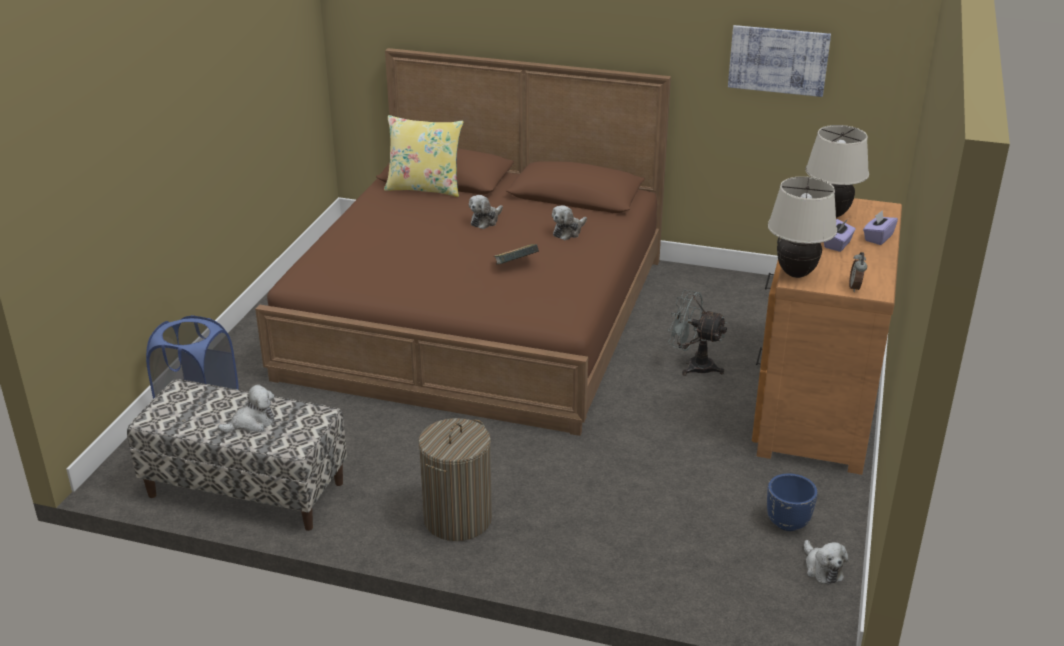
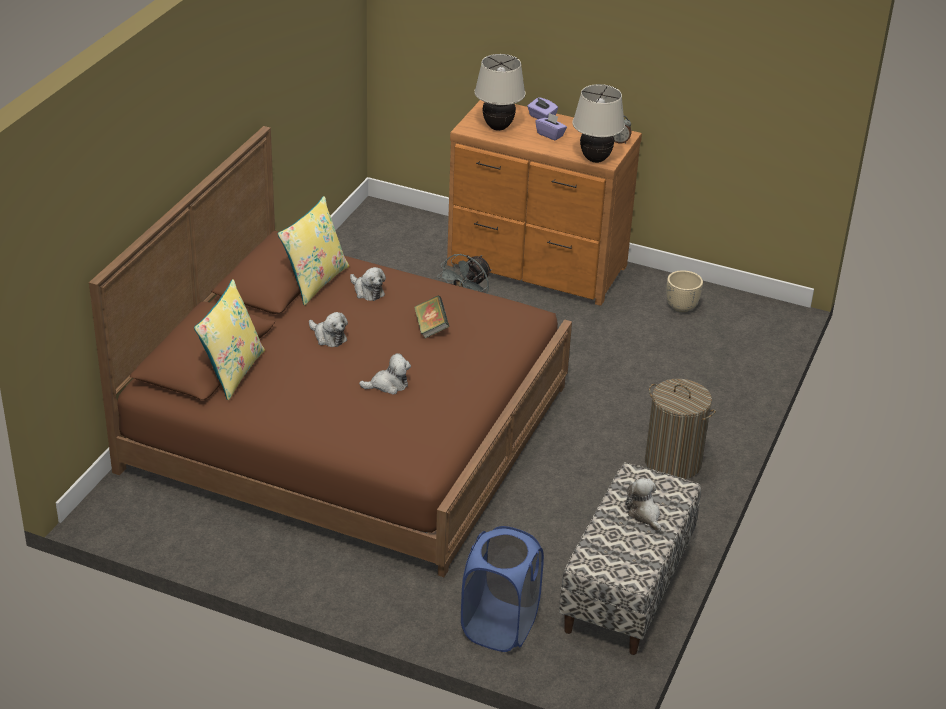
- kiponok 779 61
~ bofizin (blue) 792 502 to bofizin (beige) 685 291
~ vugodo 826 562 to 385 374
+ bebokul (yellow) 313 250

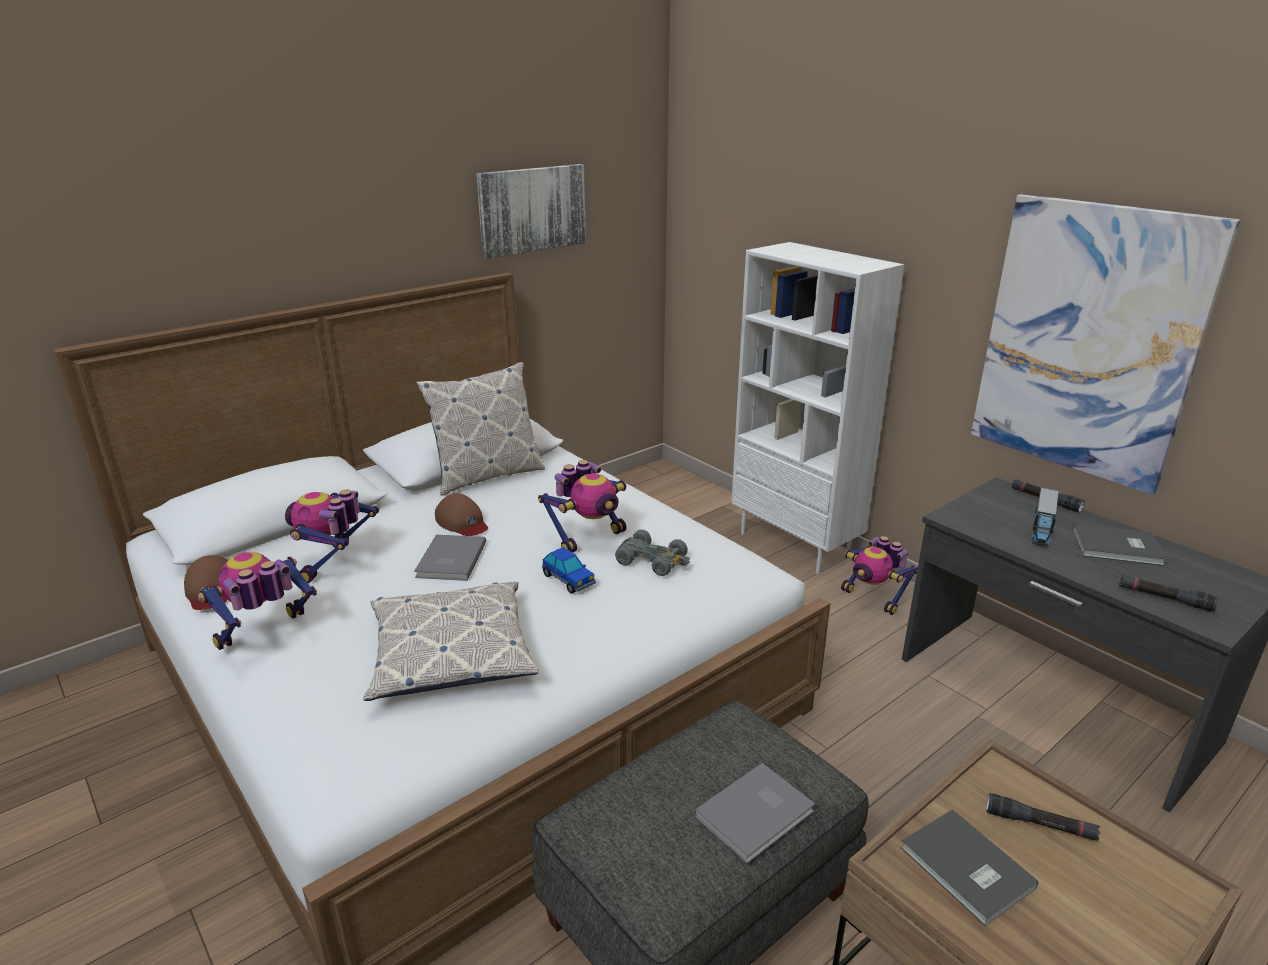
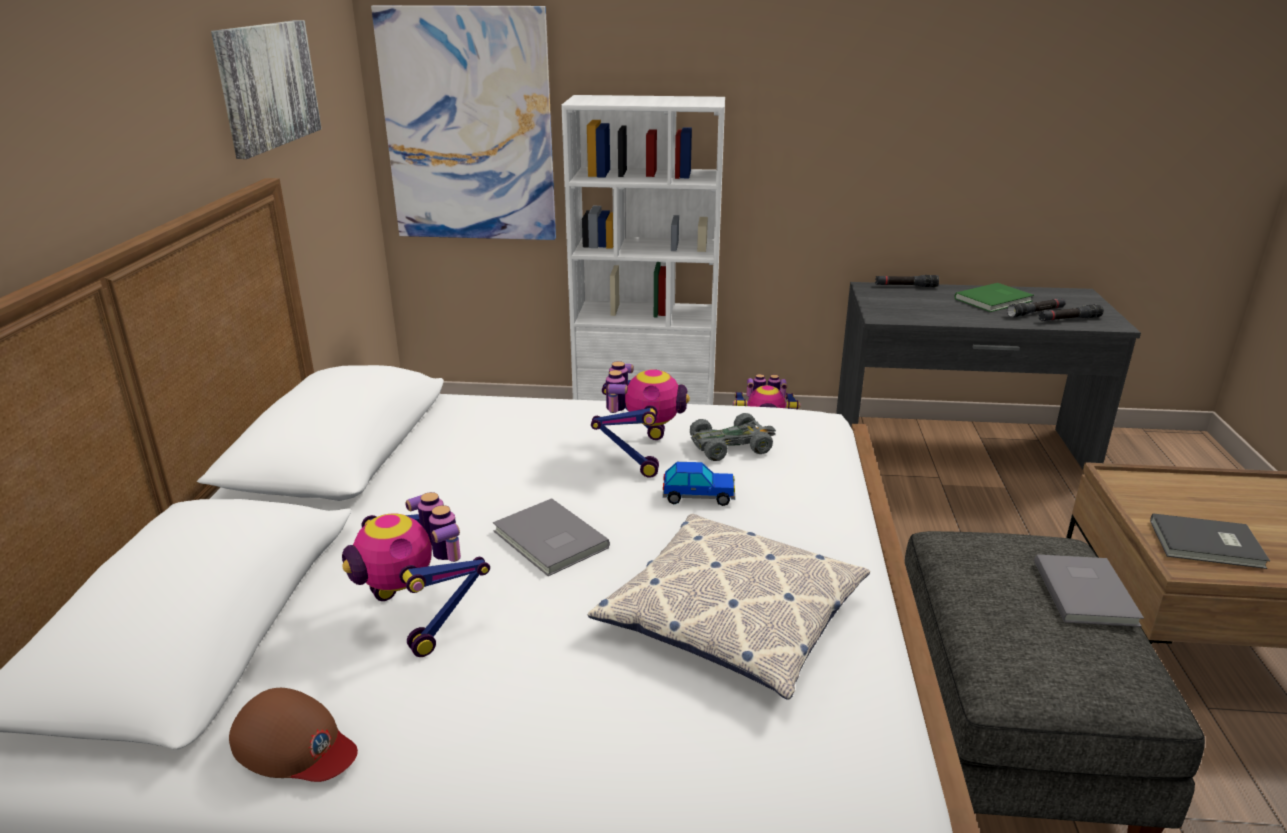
~ kiponok 1106 344 to 463 122
- bebokul 480 429
- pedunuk 1045 517
- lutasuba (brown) 461 514
~ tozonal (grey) 1120 544 to tozonal (green) 994 297
- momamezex 257 601
~ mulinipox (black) 1043 817 to 1036 307

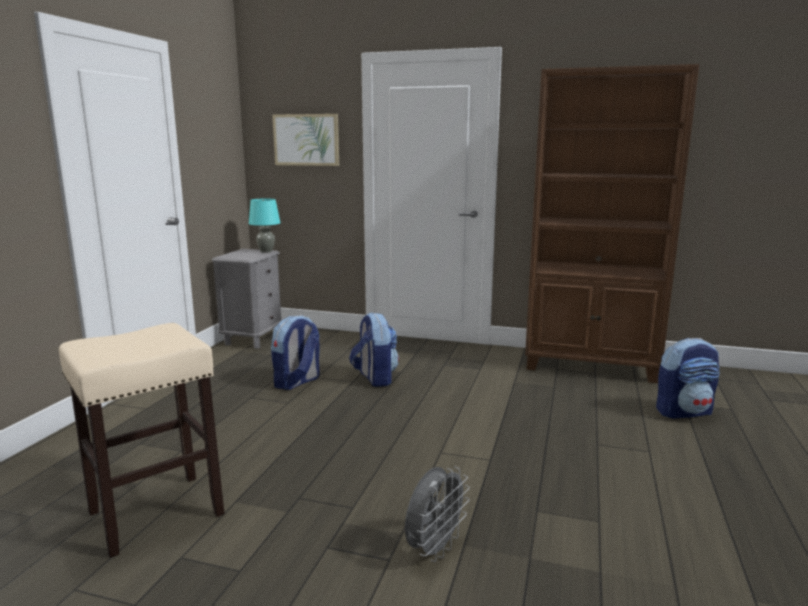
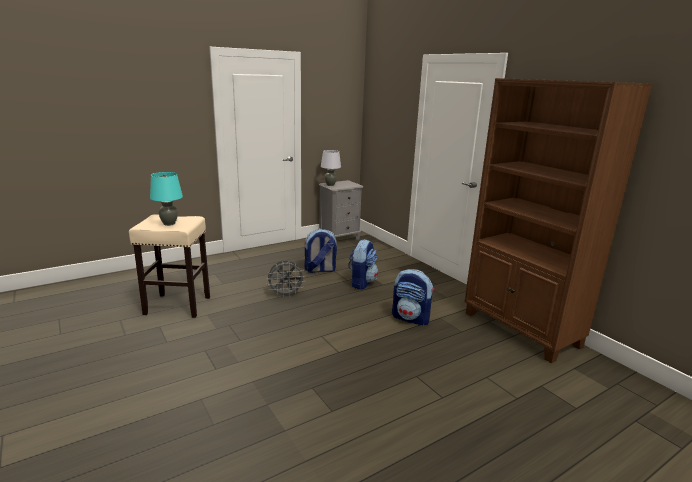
- kiponok 305 140
~ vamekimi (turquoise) 265 226 to 166 199
~ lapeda 688 378 to 413 297
~ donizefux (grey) 437 514 to 285 279
+ vamekimi (grey) 331 168

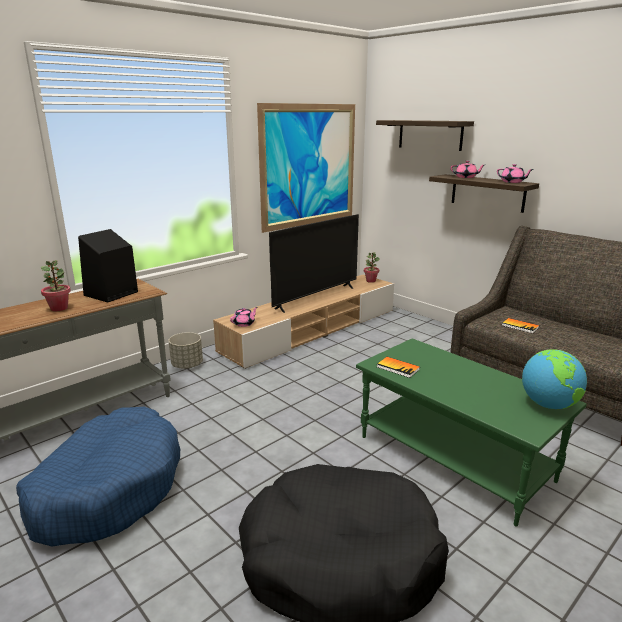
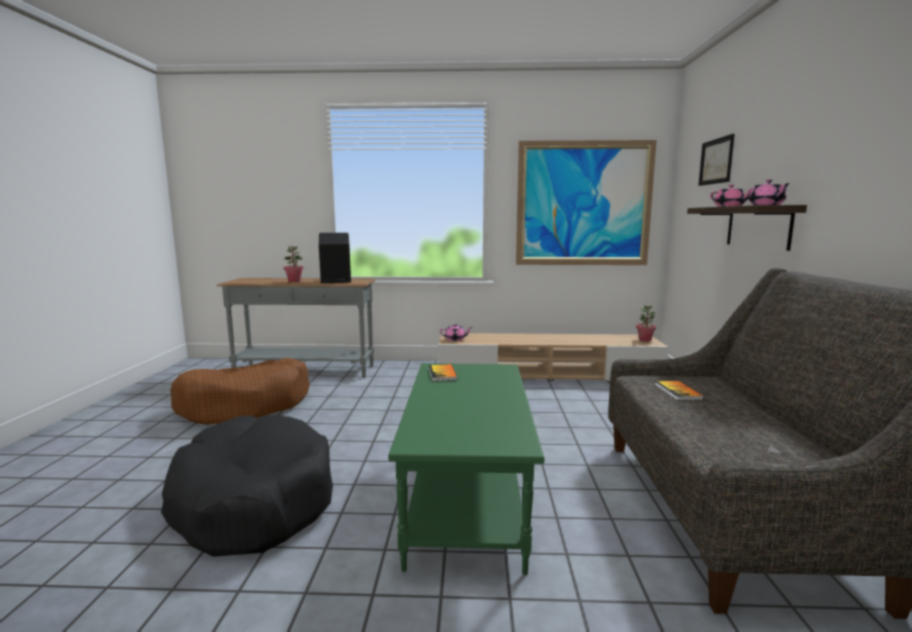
~ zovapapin 425 135 to kiponok 716 160
- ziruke 314 263
- bofizin (grey) 186 350
- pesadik 554 379
~ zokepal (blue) 98 477 to zokepal (brown) 240 391

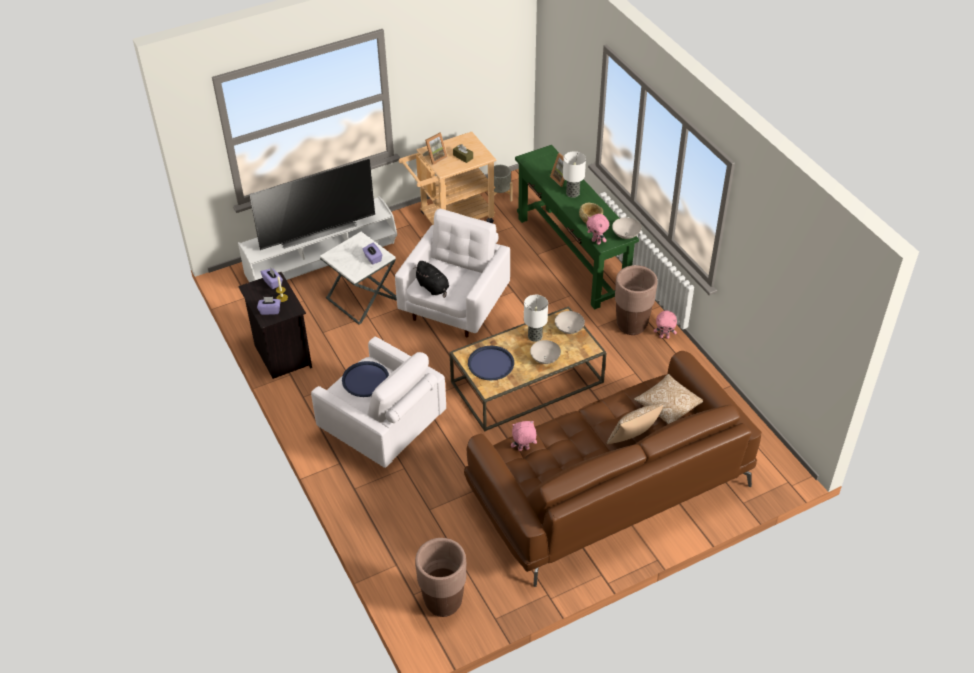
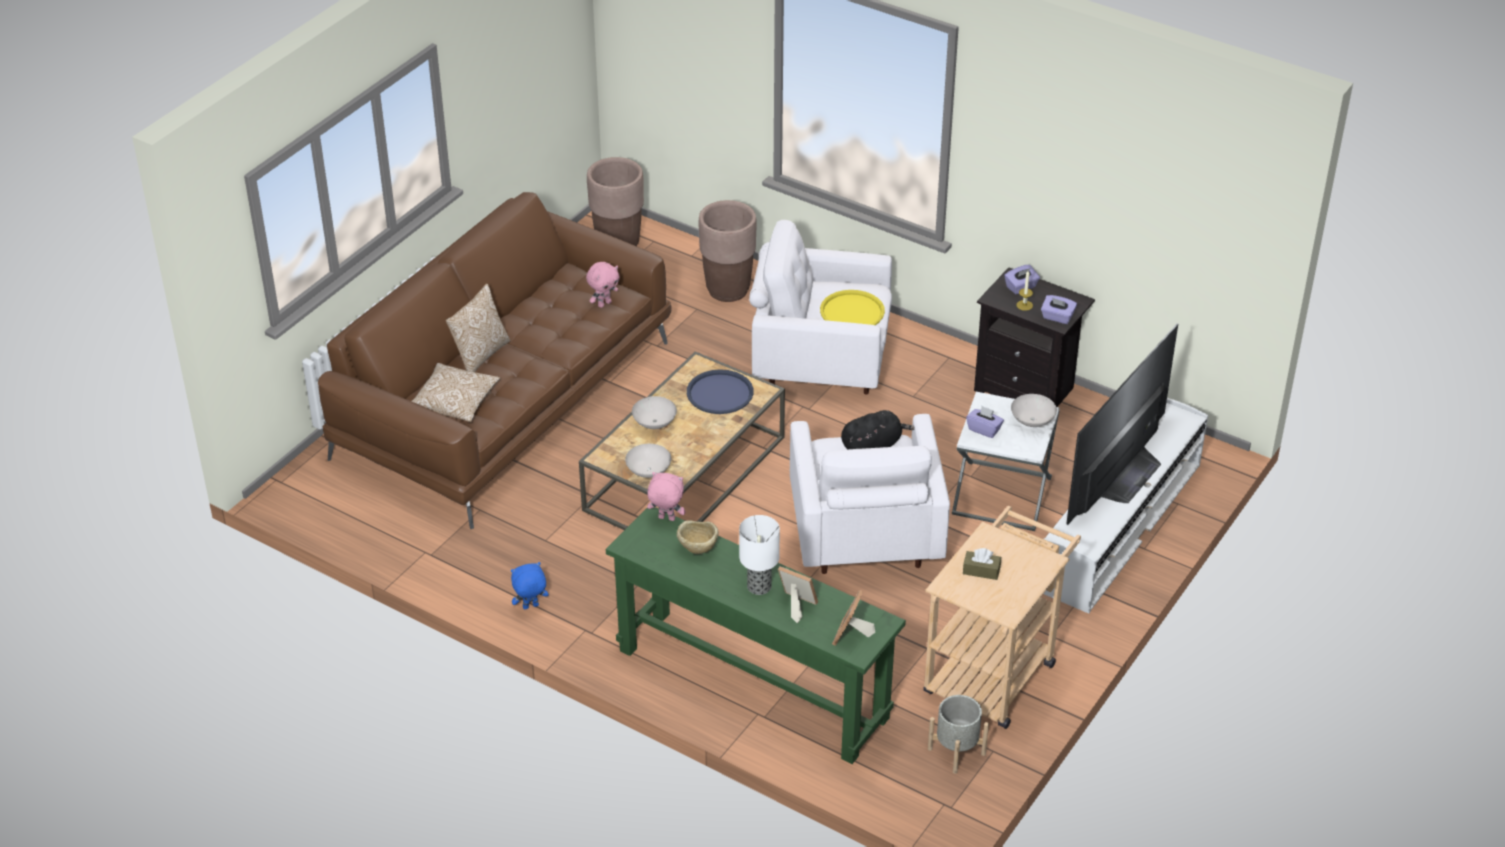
~ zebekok 435 149 to 853 618
~ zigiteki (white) 626 228 to 1034 410
~ vugodo (black) 431 279 = 877 430 135 degrees clockwise
~ bofizin (brown) 636 300 to 728 251
- vamekimi 536 318
~ vugodo (pink) 665 324 to vugodo (blue) 530 586
~ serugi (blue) 365 379 to serugi (yellow) 852 307

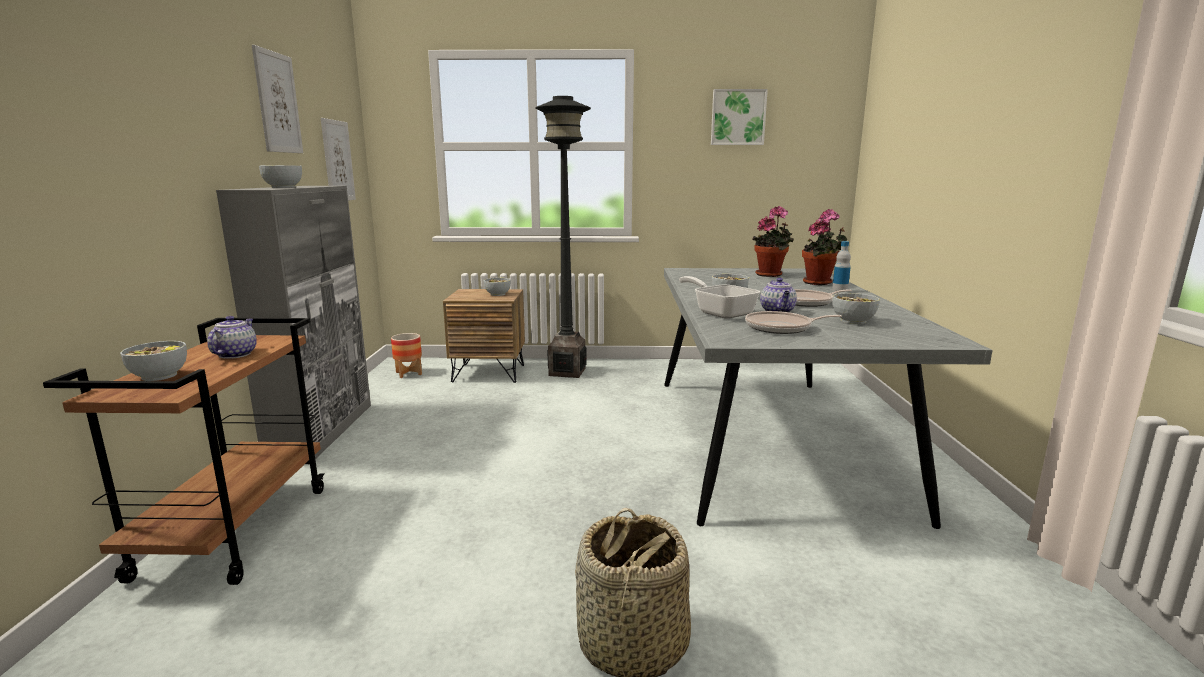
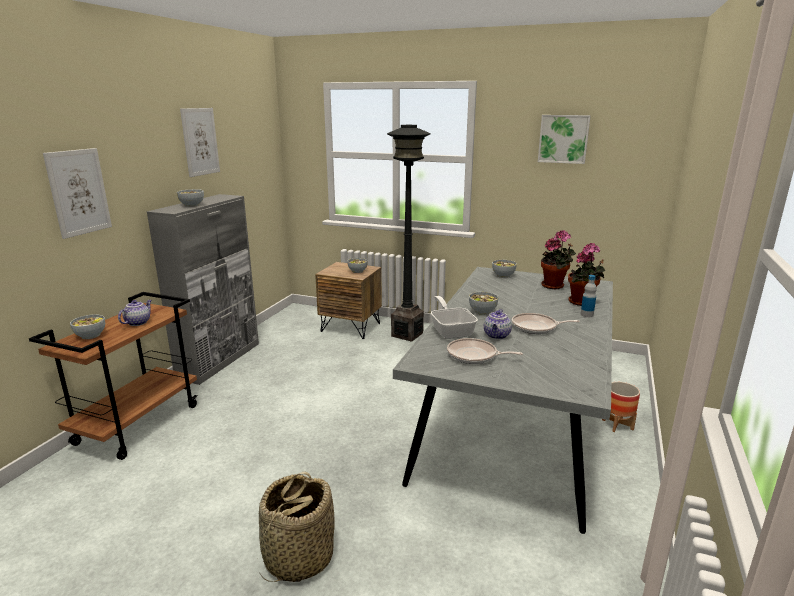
~ kiponok 338 159 to 77 193
~ zigiteki 856 308 to 504 269
~ bofizin 406 355 to 621 407

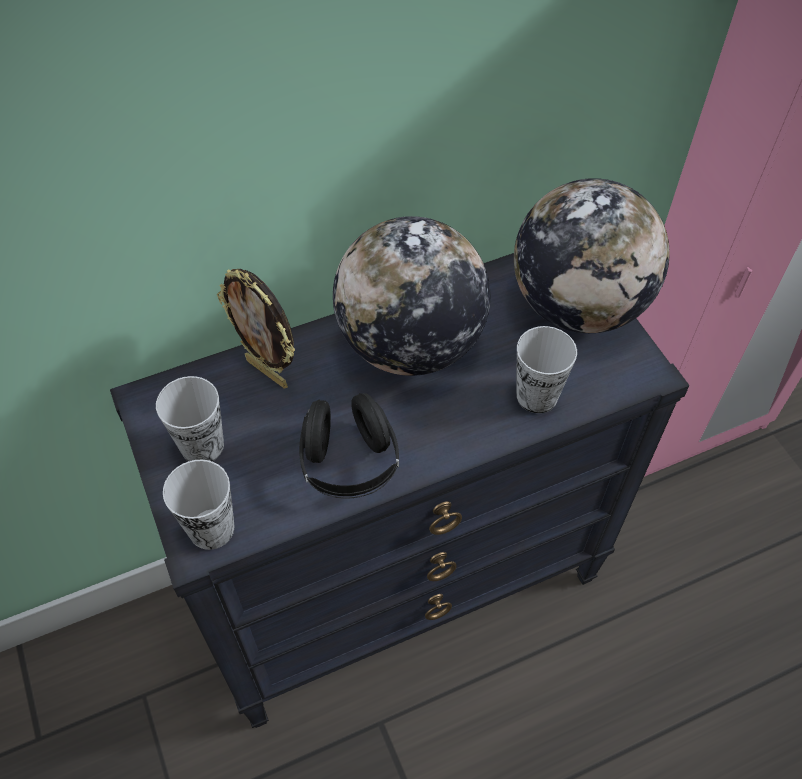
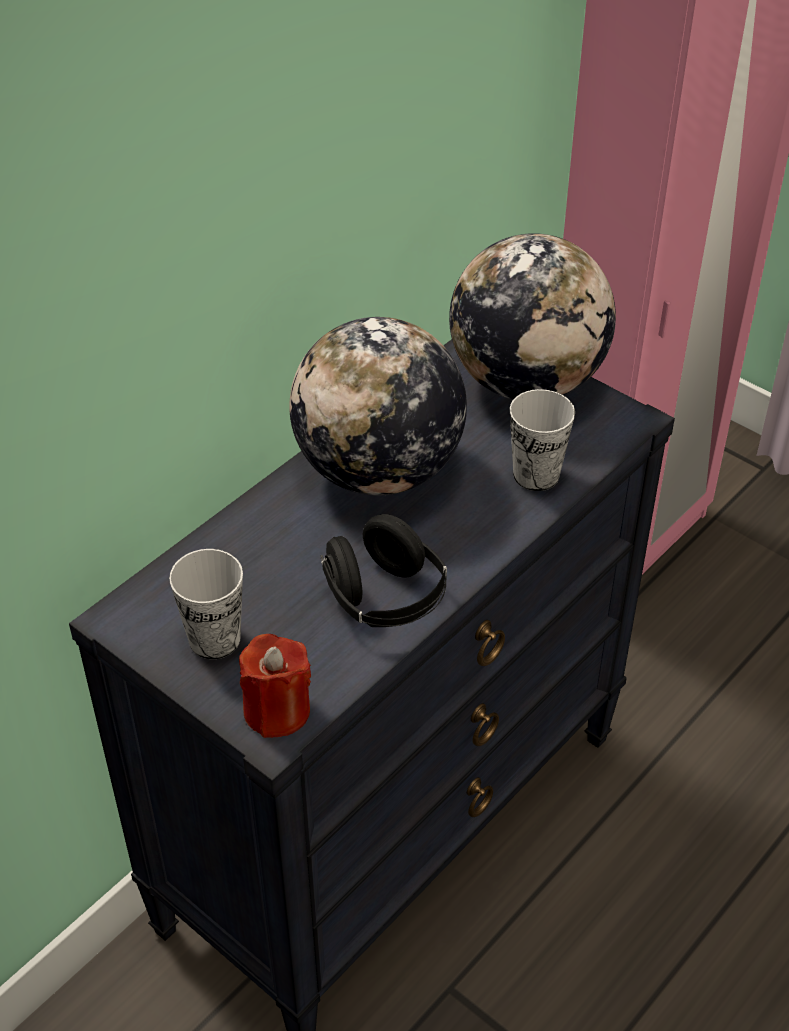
- zebekok 256 329
~ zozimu 198 505 to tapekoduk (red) 275 686

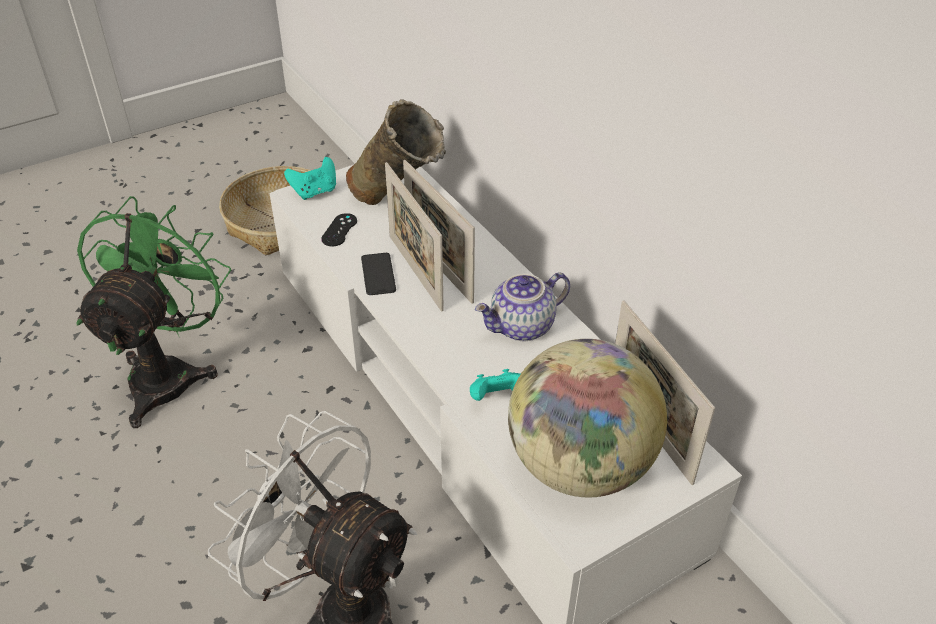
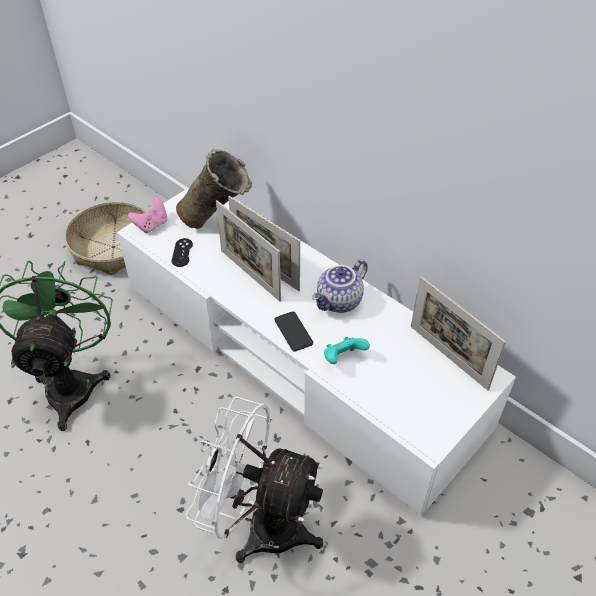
~ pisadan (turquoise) 310 178 to pisadan (pink) 147 215
~ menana 378 274 to 294 332
- pesadik 587 418

